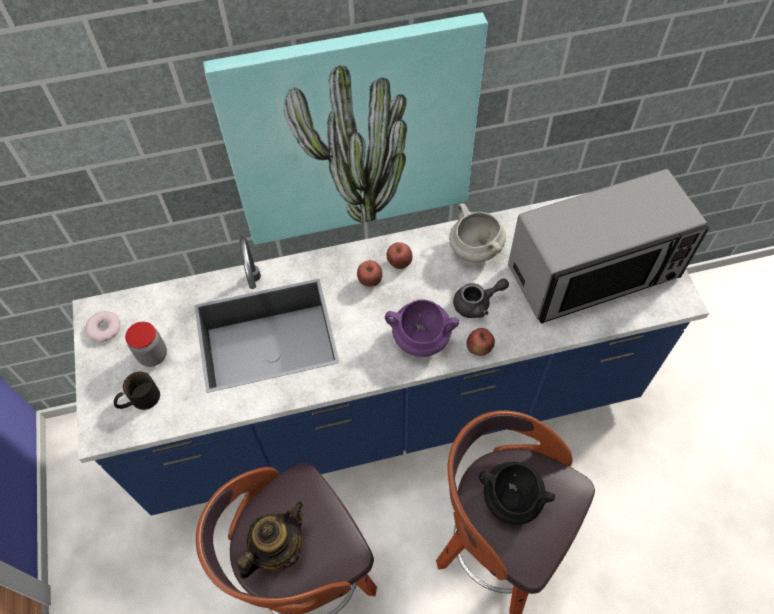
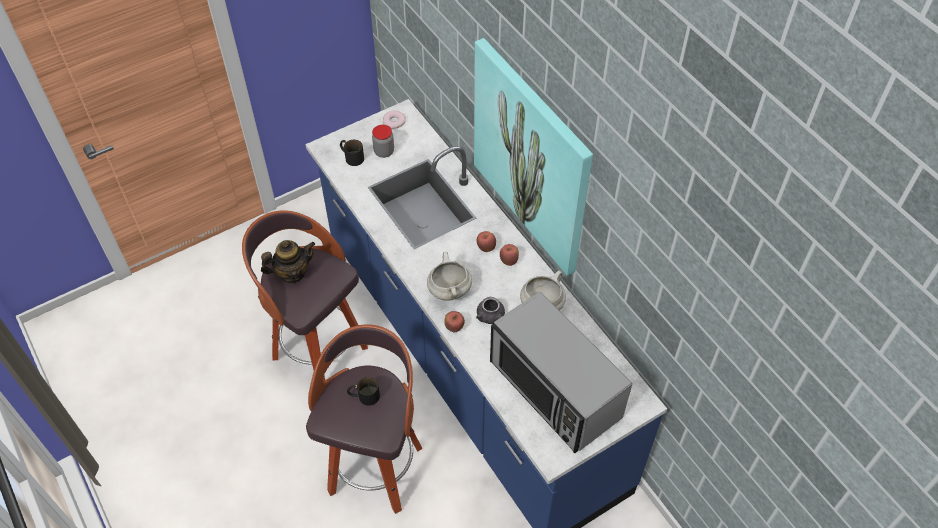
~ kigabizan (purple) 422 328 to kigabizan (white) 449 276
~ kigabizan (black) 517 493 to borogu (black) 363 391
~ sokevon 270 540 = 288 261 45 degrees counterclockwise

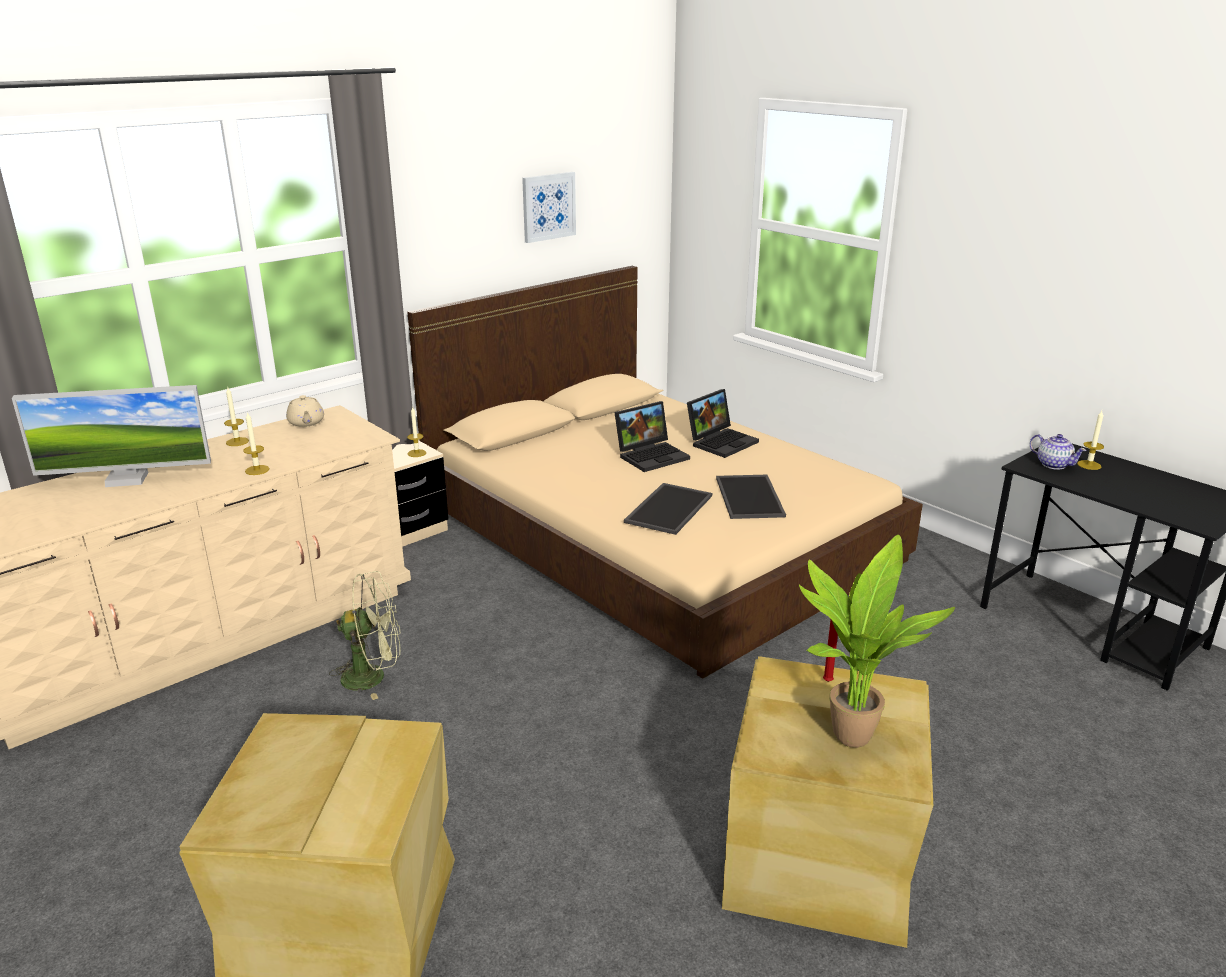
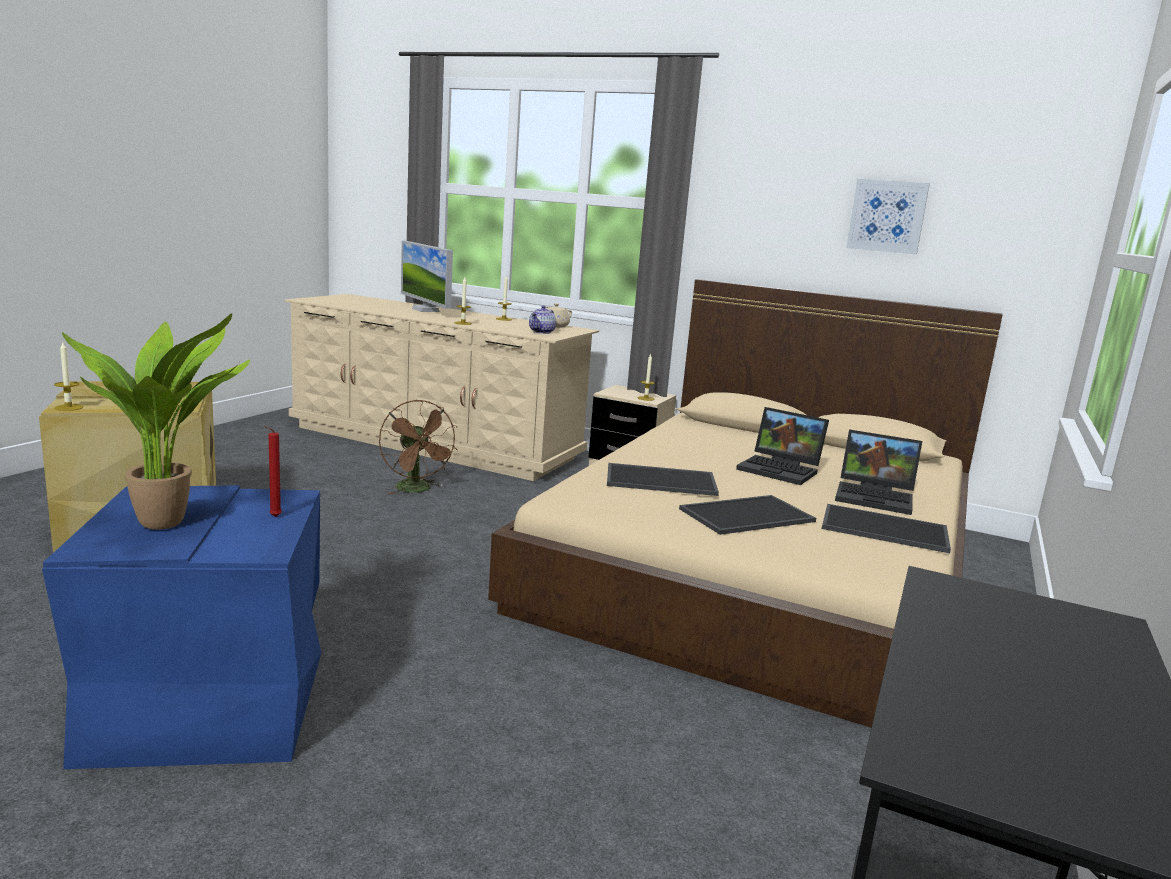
~ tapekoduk 1090 440 to 68 377
~ sokevon 1058 452 to 542 320
~ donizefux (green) 364 635 to donizefux (brown) 418 447
~ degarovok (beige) 827 802 to degarovok (blue) 181 627
+ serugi 886 528

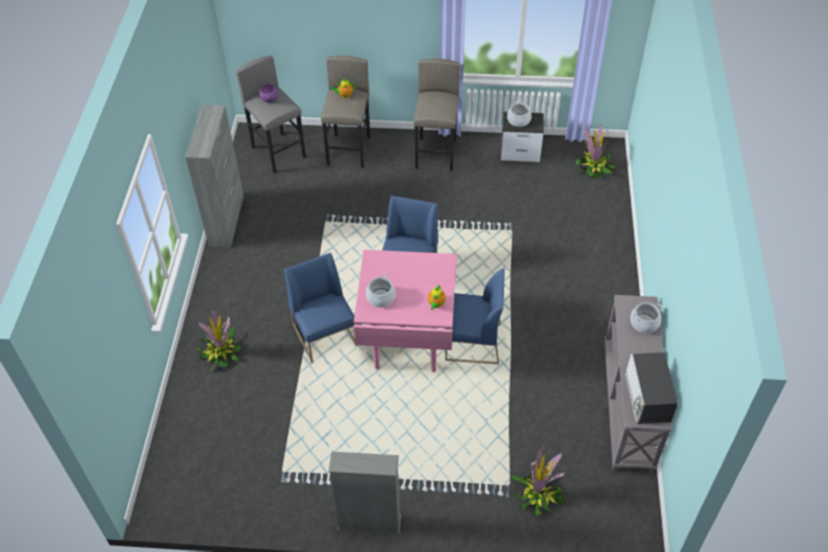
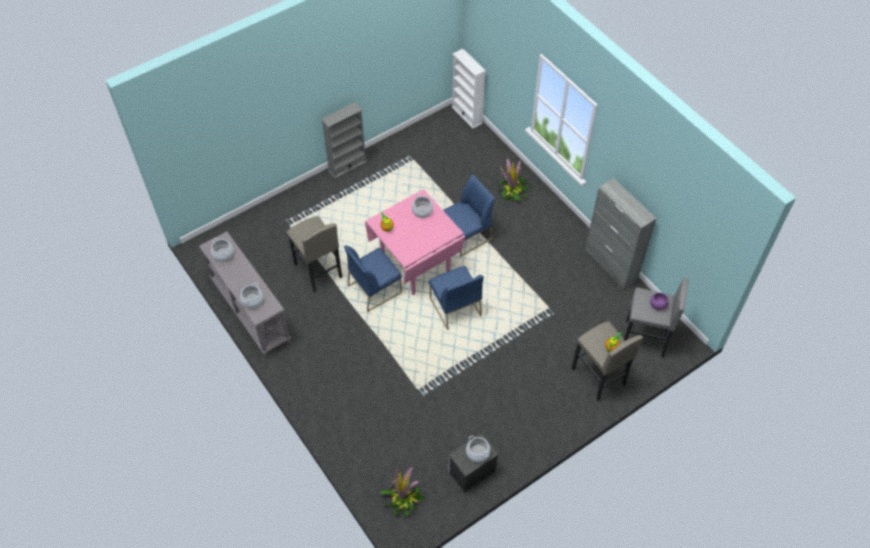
~ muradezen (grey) 437 115 to 314 254
~ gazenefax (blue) 320 308 = 469 216 60 degrees counterclockwise
~ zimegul 651 388 to kigabizan 222 250
- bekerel 538 481
+ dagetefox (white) 468 88

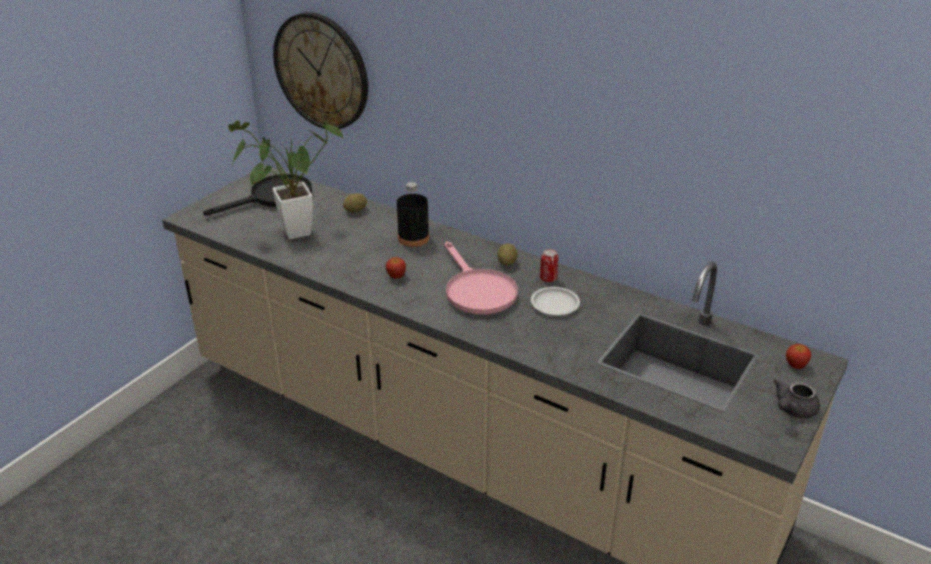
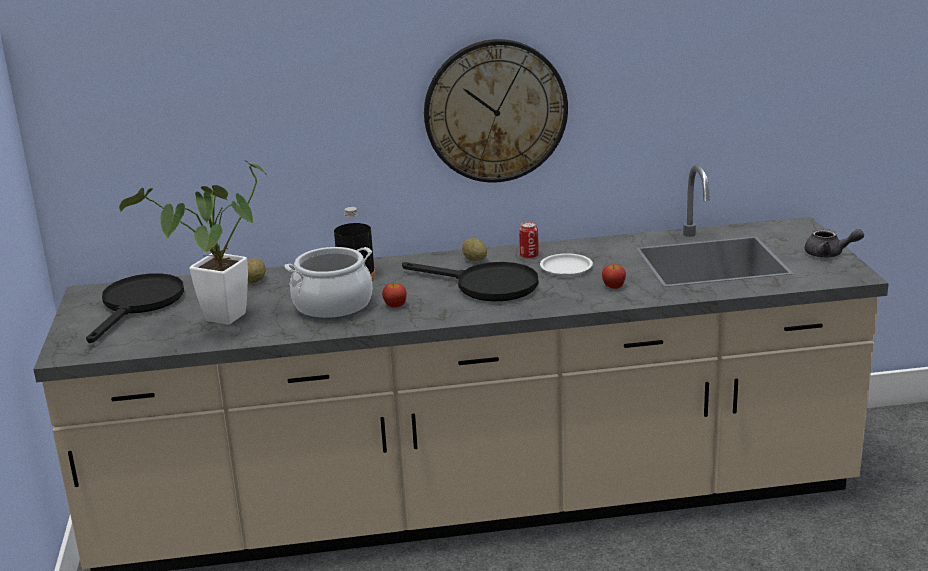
~ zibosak 320 70 to 496 111
~ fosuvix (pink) 481 278 to fosuvix (black) 470 282
~ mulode 798 356 to 614 276
~ sokevon (grey) 796 398 = 834 243 75 degrees counterclockwise
+ kigabizan 328 283

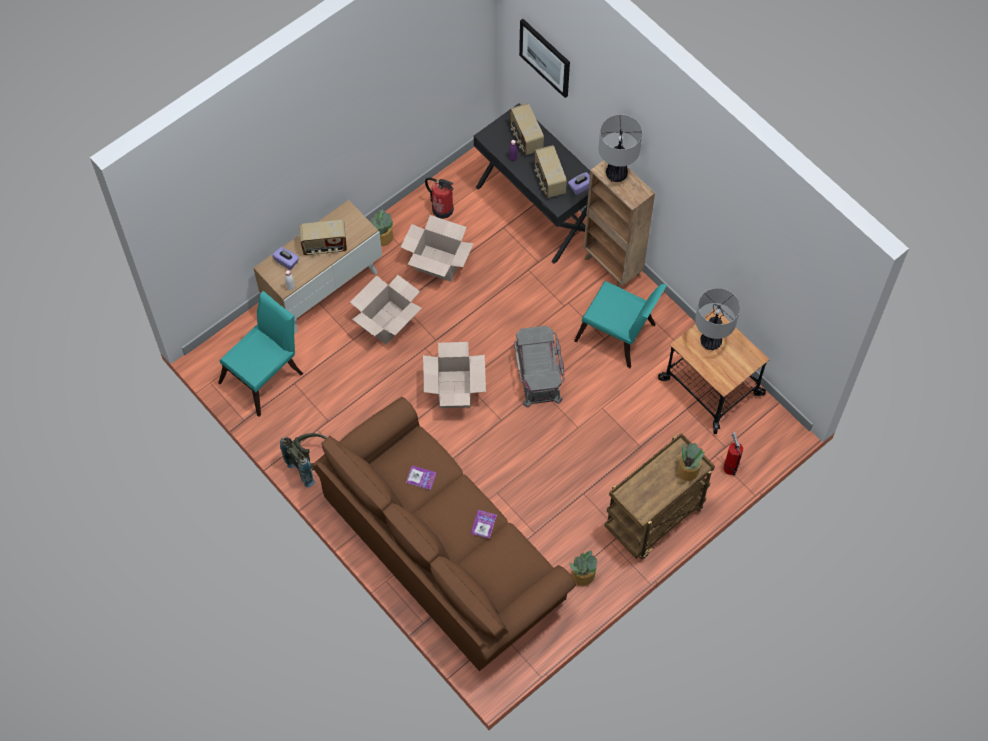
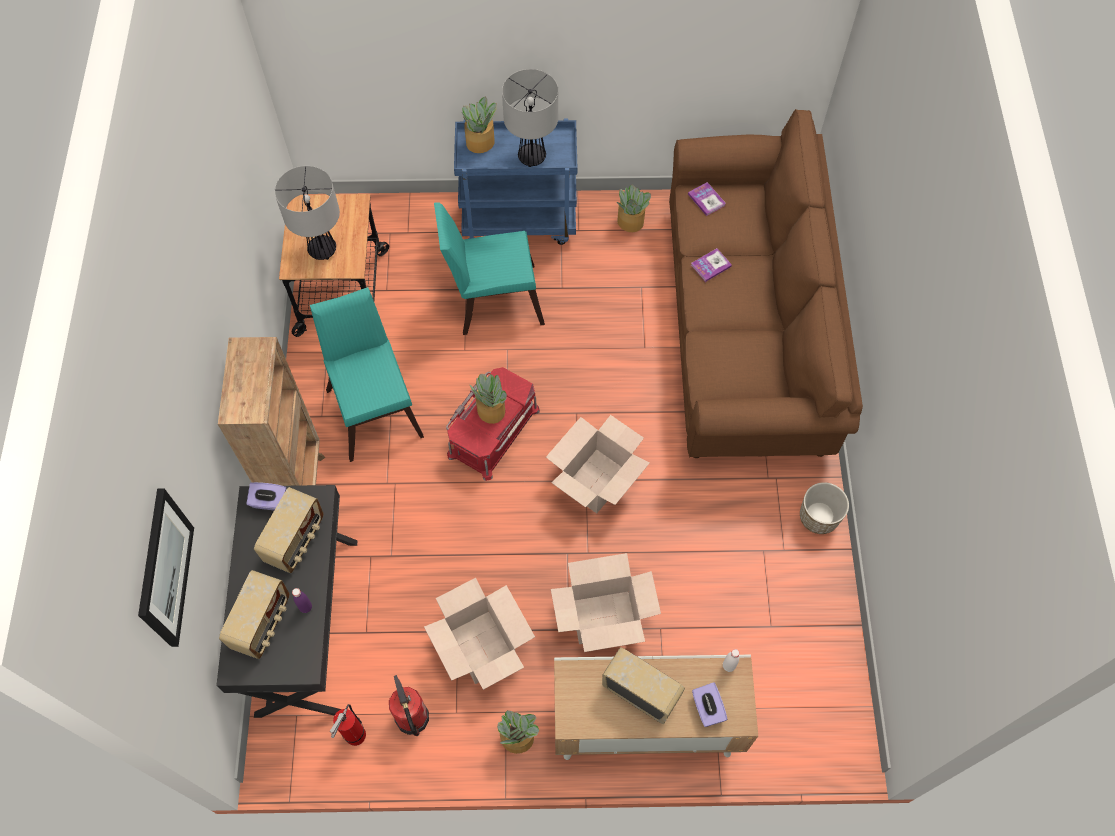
~ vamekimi 620 148 to 530 118
~ gazenefax (turquoise) 260 354 to 489 268
~ degarovok (grey) 539 367 to degarovok (red) 493 424
~ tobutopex 733 453 to 348 725
~ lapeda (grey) 303 460 to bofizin 824 508
~ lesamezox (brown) 659 496 to lesamezox (blue) 515 181
~ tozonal 421 477 to 707 199
+ bekerel 488 399

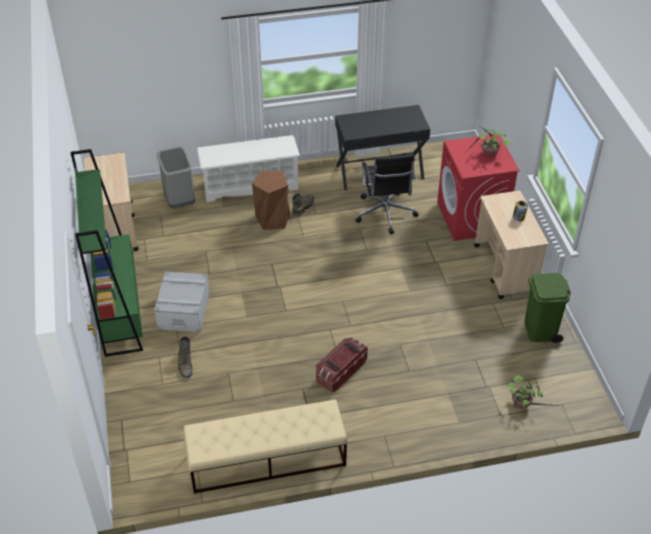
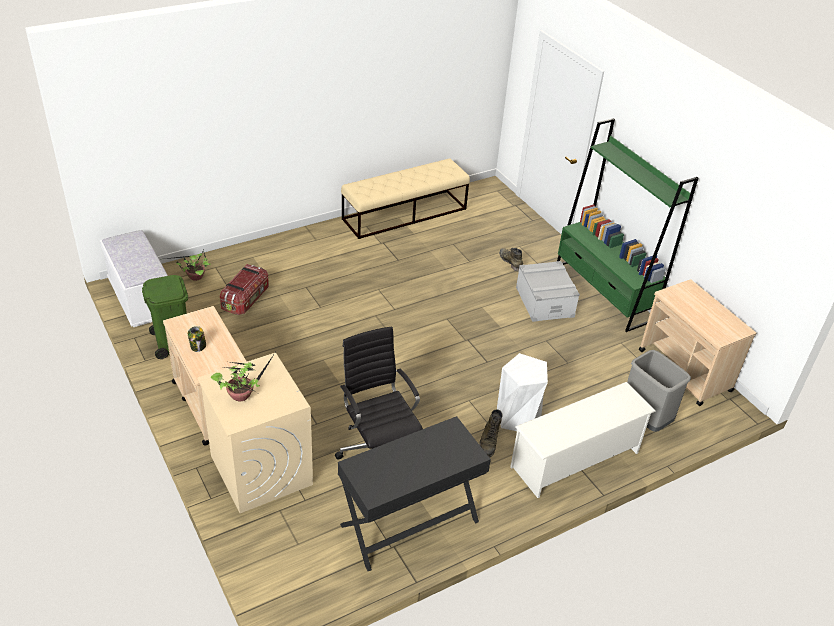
~ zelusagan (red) 478 187 to zelusagan (beige) 255 433
~ muradezen (brown) 271 200 to muradezen (white) 522 392
~ degarovok 342 365 to 244 289
+ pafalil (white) 134 278

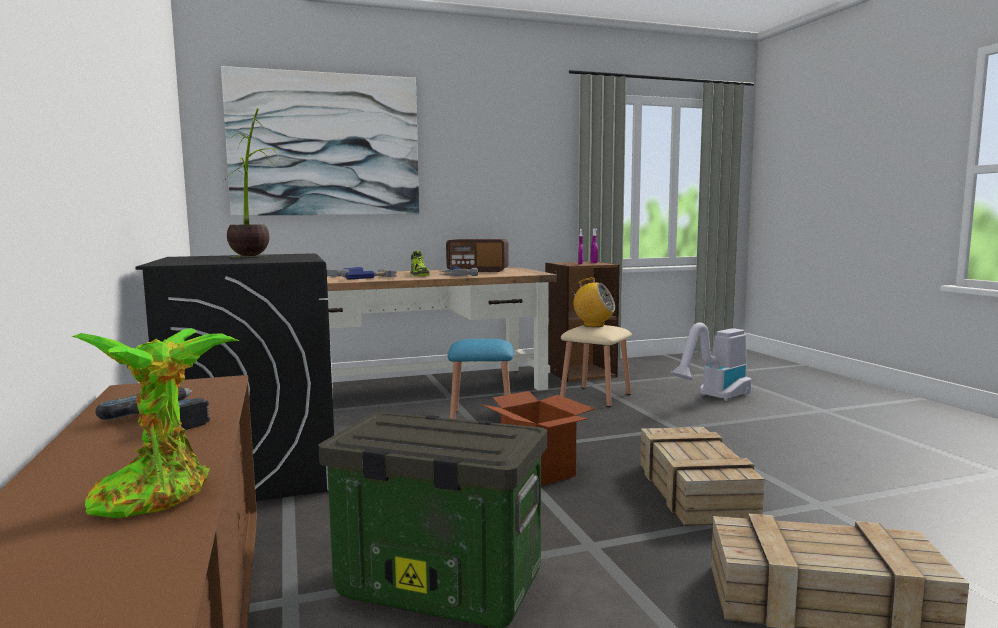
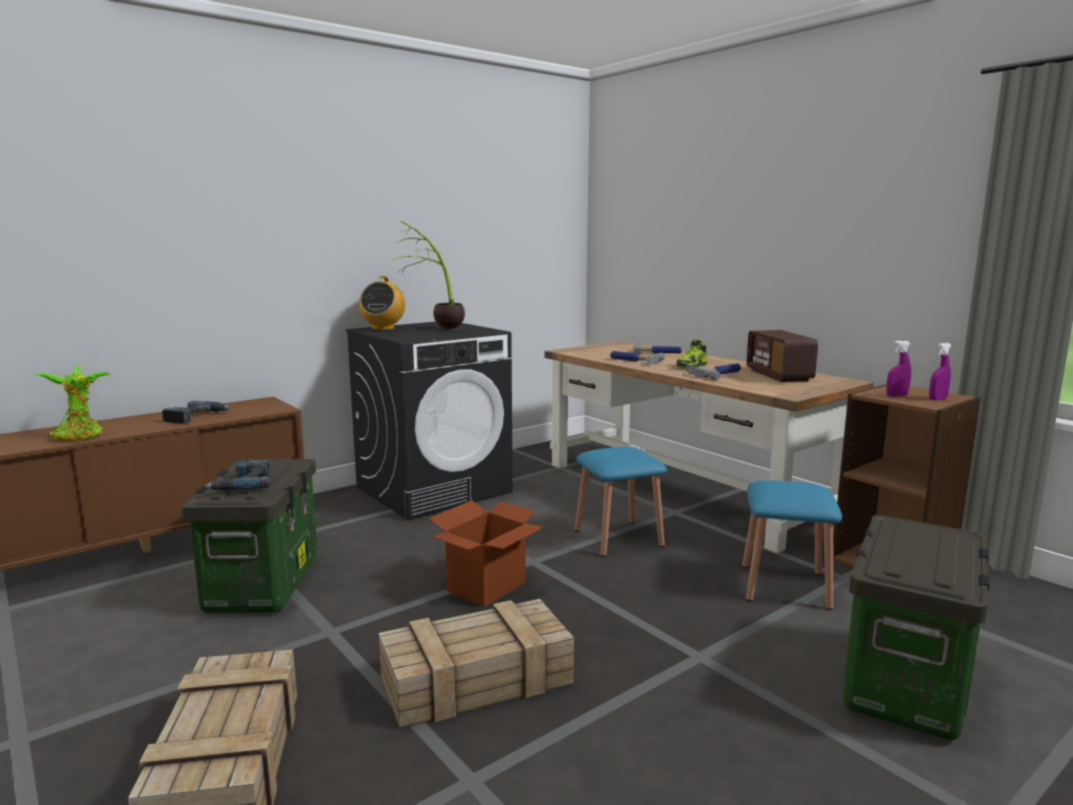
- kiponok 320 141
~ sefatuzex 592 302 to 382 303
~ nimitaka 710 362 to degarovok 916 627
~ muradezen (beige) 596 366 to muradezen (blue) 792 545
+ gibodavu 238 475

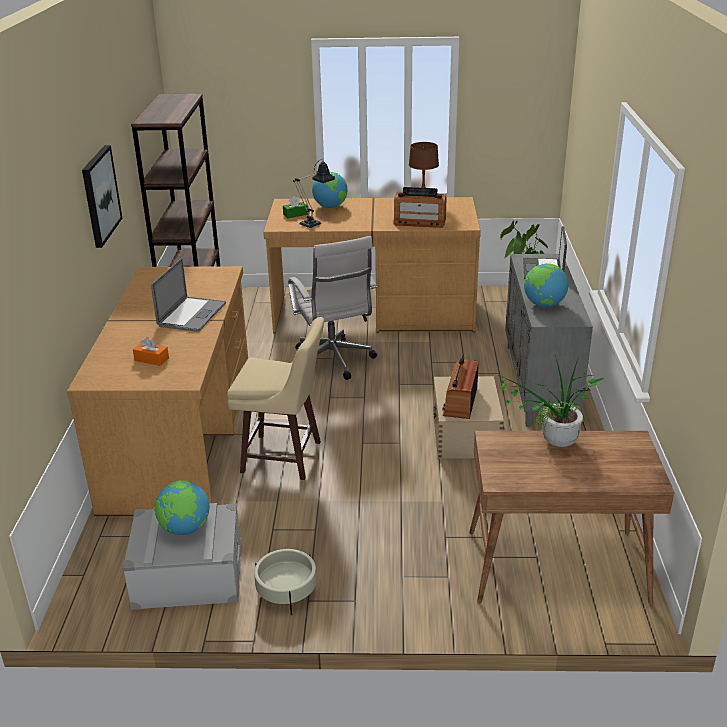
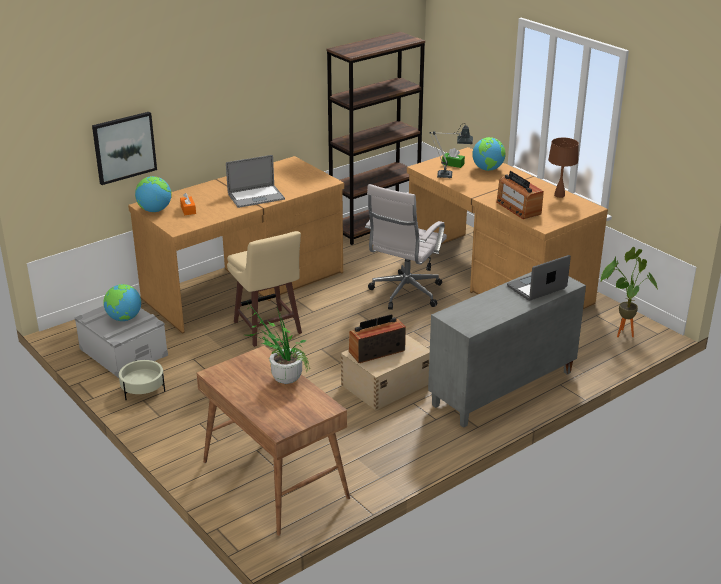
~ kiponok 102 196 to 124 148
~ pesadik 546 285 to 153 194

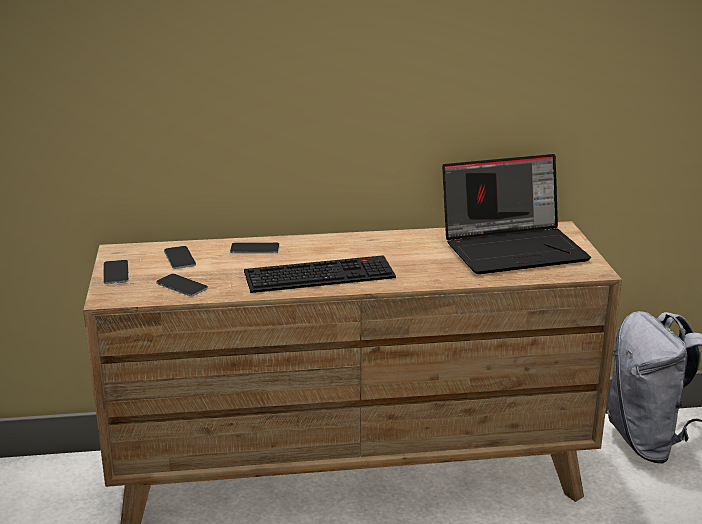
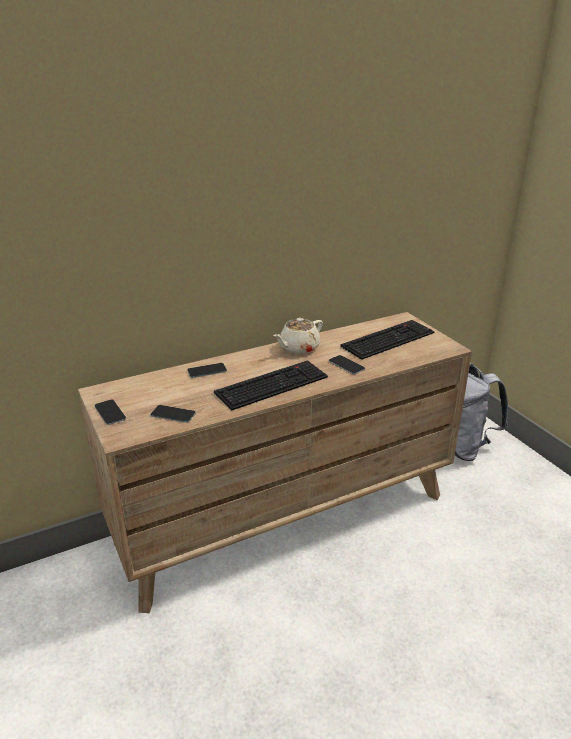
~ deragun 516 214 to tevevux 387 340
~ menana 180 257 to 347 364
+ sokevon (beige) 298 336

